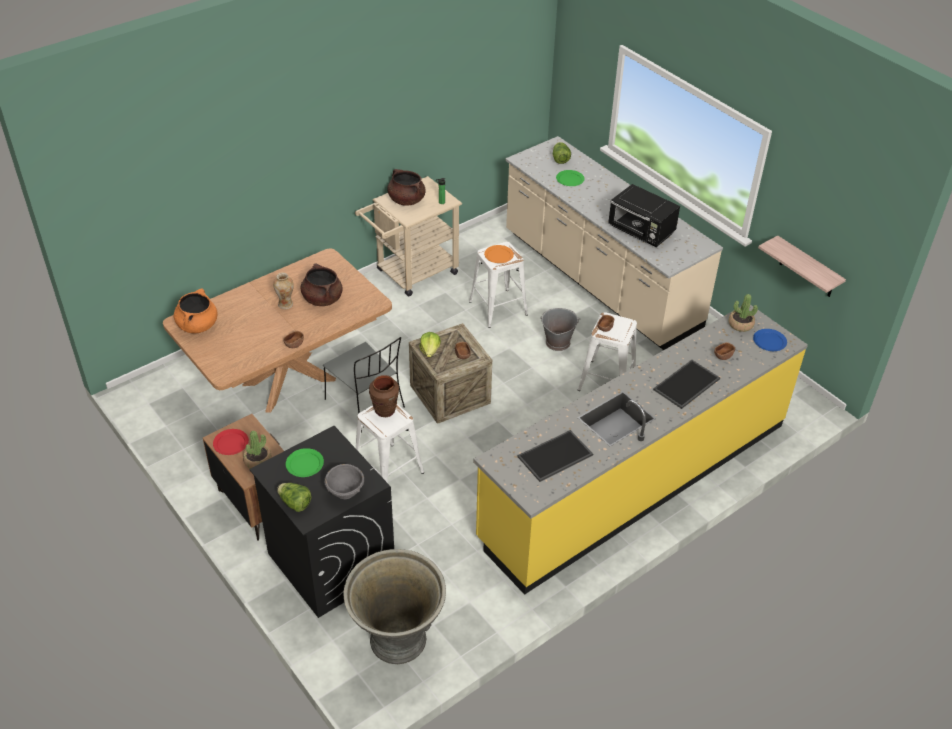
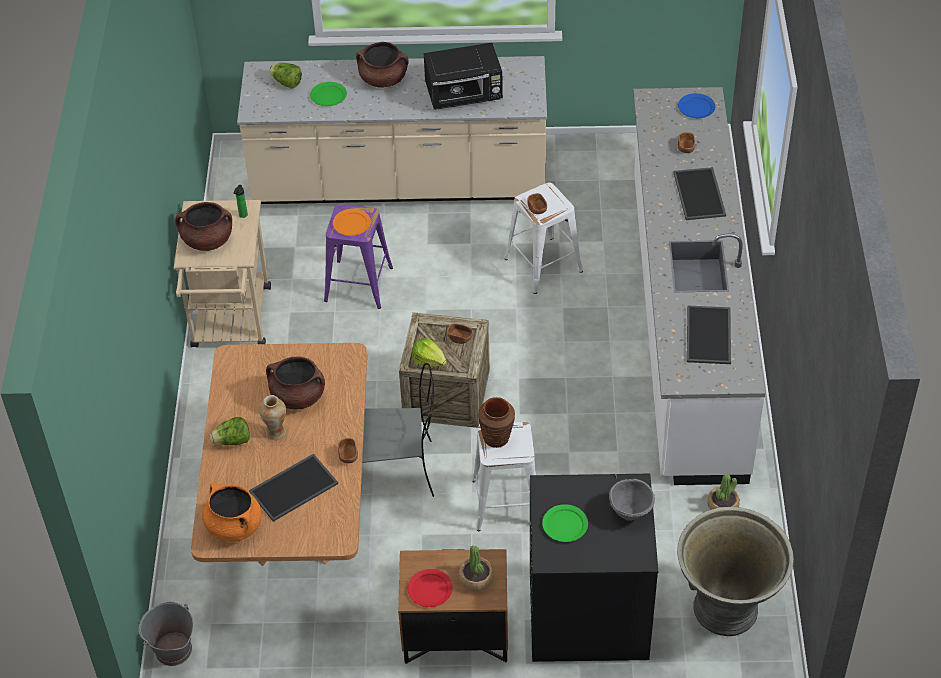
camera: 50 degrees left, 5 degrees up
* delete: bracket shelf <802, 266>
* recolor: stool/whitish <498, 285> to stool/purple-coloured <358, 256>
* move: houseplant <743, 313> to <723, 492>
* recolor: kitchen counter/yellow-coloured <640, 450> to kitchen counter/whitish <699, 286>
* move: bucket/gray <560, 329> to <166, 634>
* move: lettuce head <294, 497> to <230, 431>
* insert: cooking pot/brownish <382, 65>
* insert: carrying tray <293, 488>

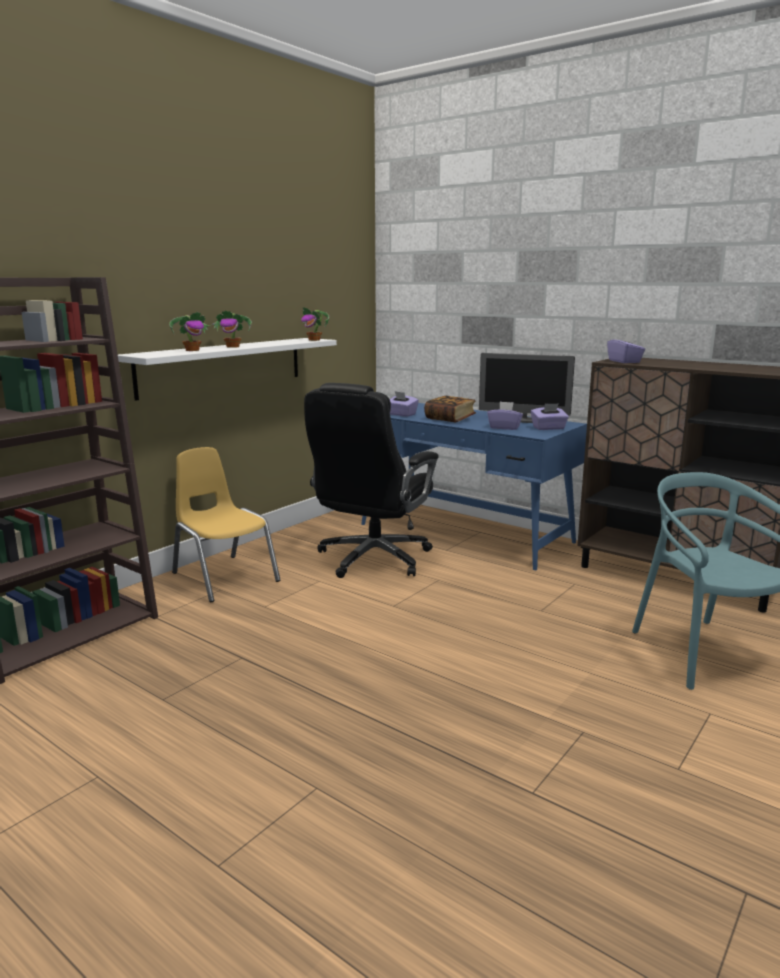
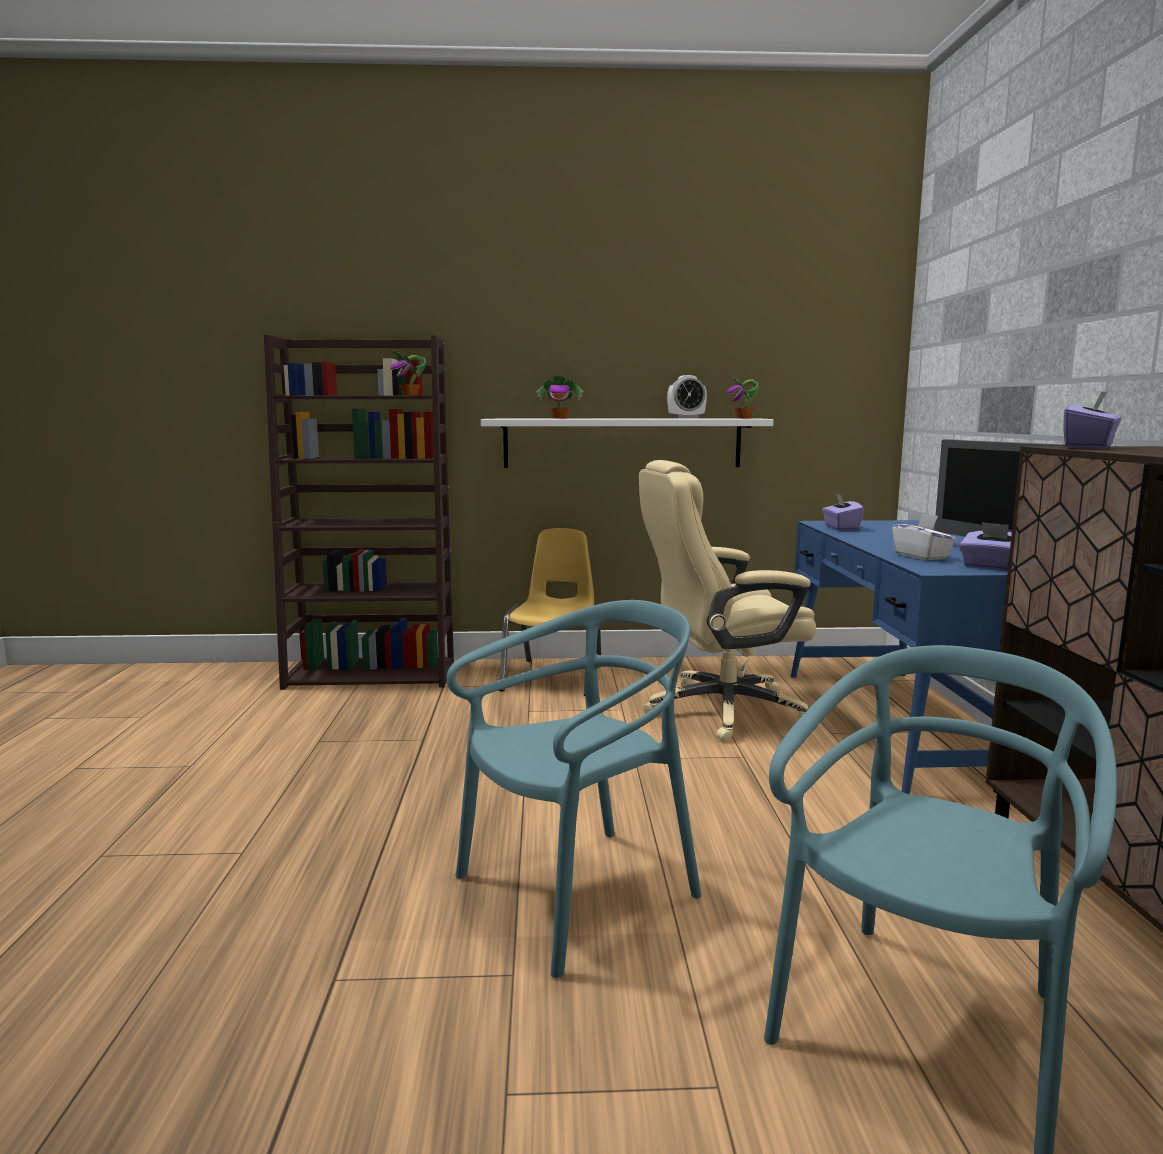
camera: 50 degrees right, 5 degrees down
* move: houseplant <231, 329> to <408, 373>
* recolor: desk chair/blackish <371, 480> to desk chair/beige-coloured <727, 601>
* delete: volume <450, 409>
* recolor: tissue holder/purple-coloured <505, 416> to tissue holder/whitish <924, 536>
* insert: alarm clock <687, 396>
* insert: plain chair/turquoise-coloured <574, 789>

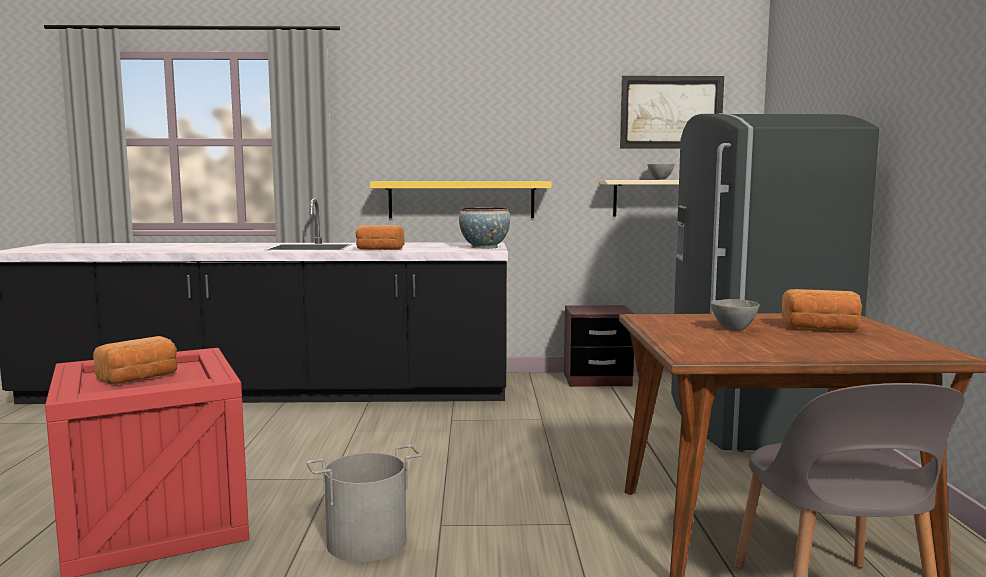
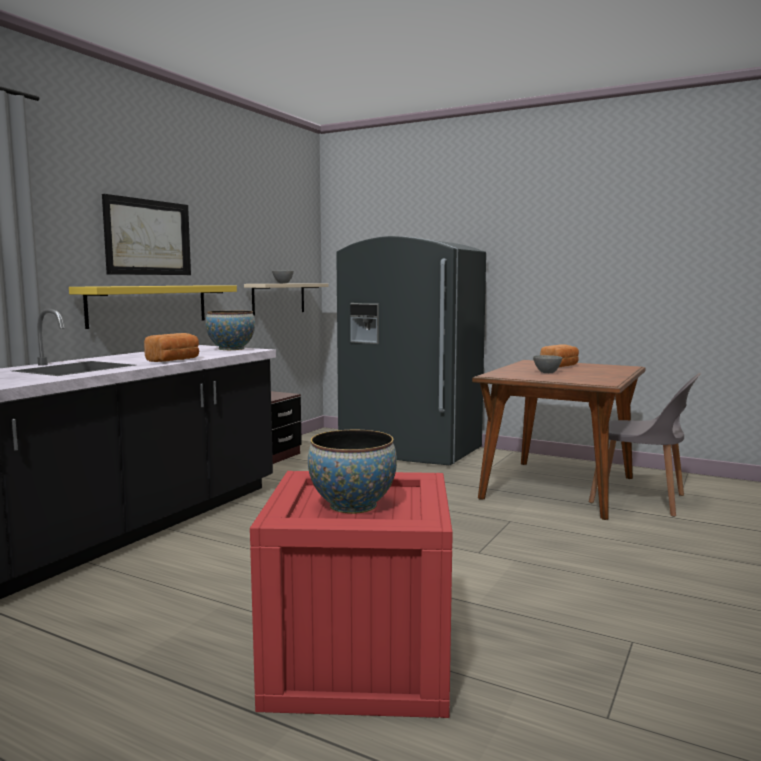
camera: 60 degrees left, 0 degrees up
* move: picture <672, 112> to <146, 234>
* replace: baked bread <135, 360> to serving bowl <352, 472>
* delete: bucket/gray <364, 503>

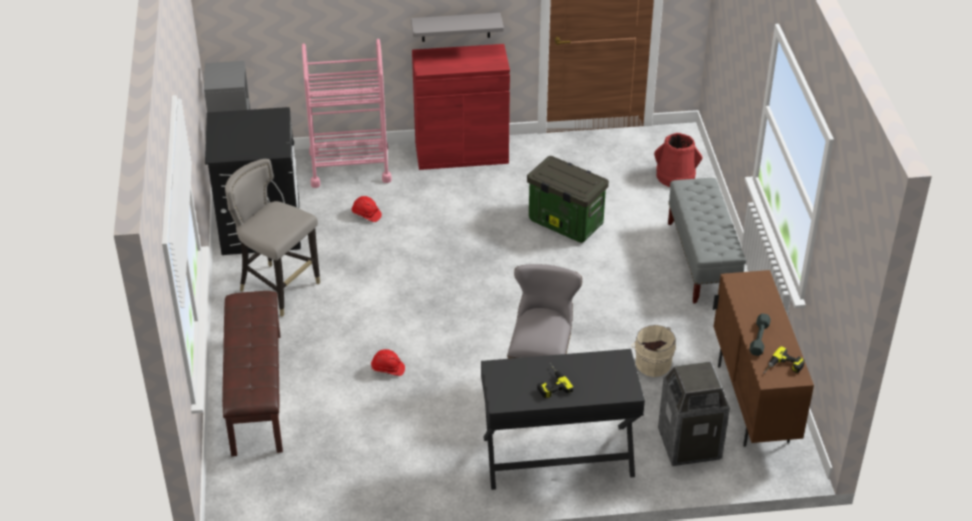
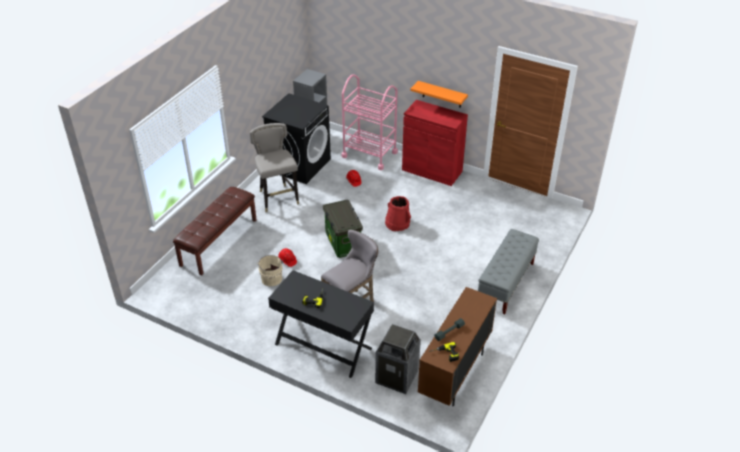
camera: 35 degrees right, 0 degrees up
* recolor: bracket shelf/gray <457, 27> to bracket shelf/orange-coloured <439, 94>
* move: bucket/red-coloured <678, 160> to <398, 213>
* move: storage container <568, 199> to <343, 229>
* move: bucket/beige-coloured <653, 351> to <270, 270>

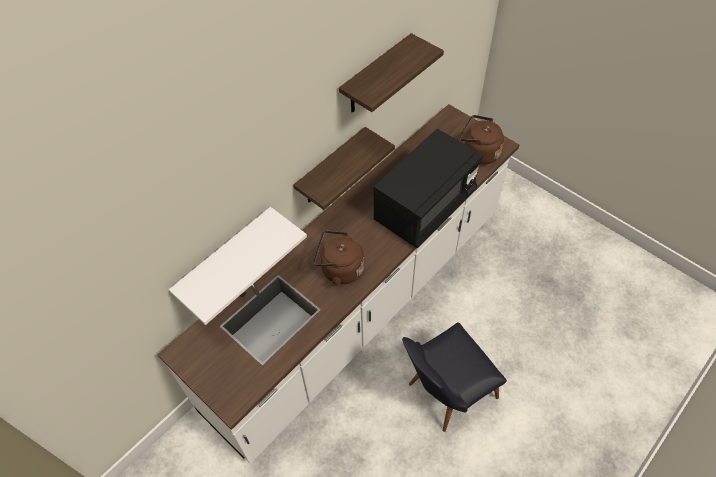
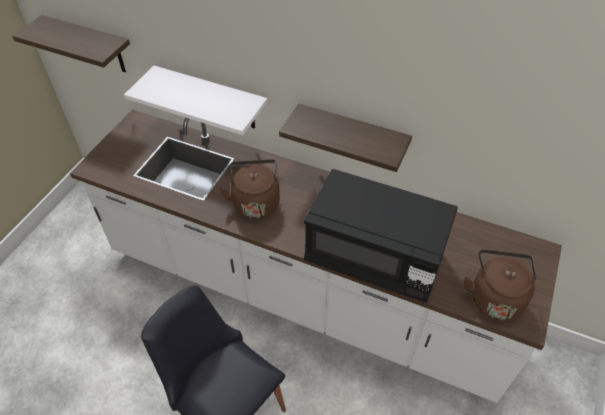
camera: 70 degrees right, 5 degrees down
* move: bracket shelf <391, 73> to <71, 43>

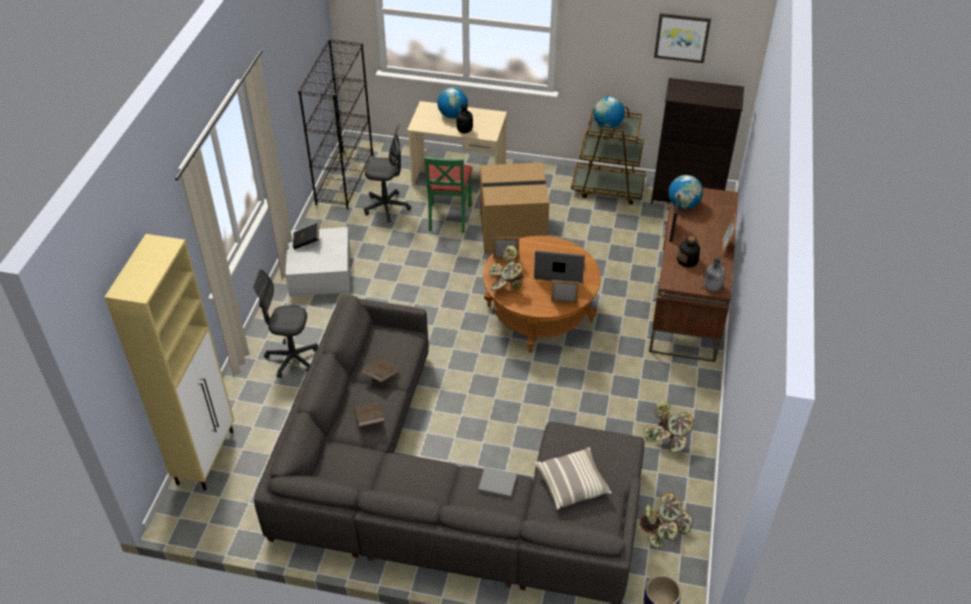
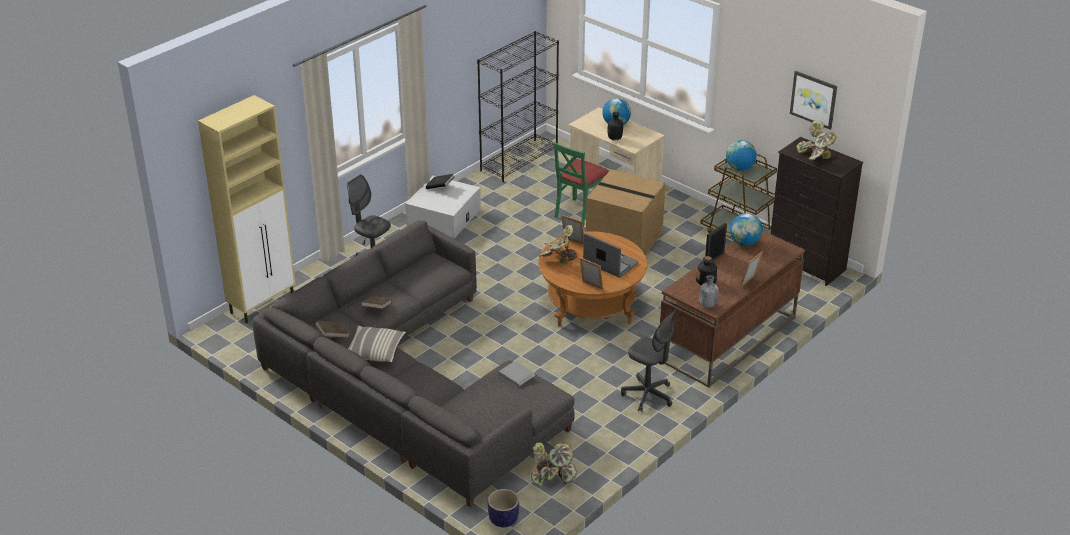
camera: 30 degrees right, 10 degrees down
* move: desk chair/gray <387, 173> to <648, 361>
* move: volume/brownish <380, 370> to <332, 329>
* move: houseplant <669, 427> to <816, 140>
* move: throw pillow <573, 478> to <377, 344>
* move: volume/gray <497, 482> to <517, 374>

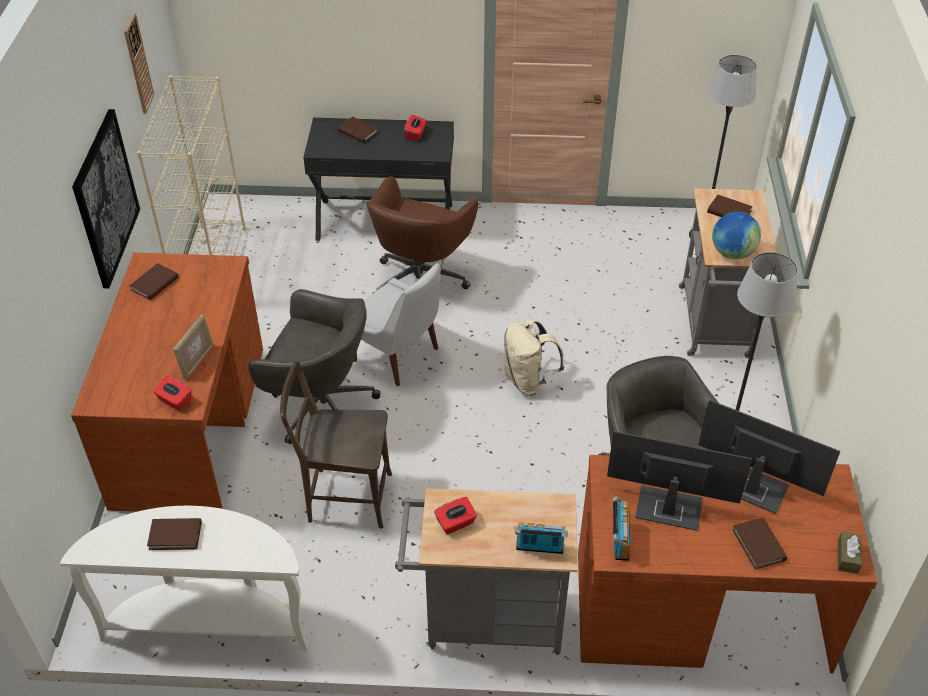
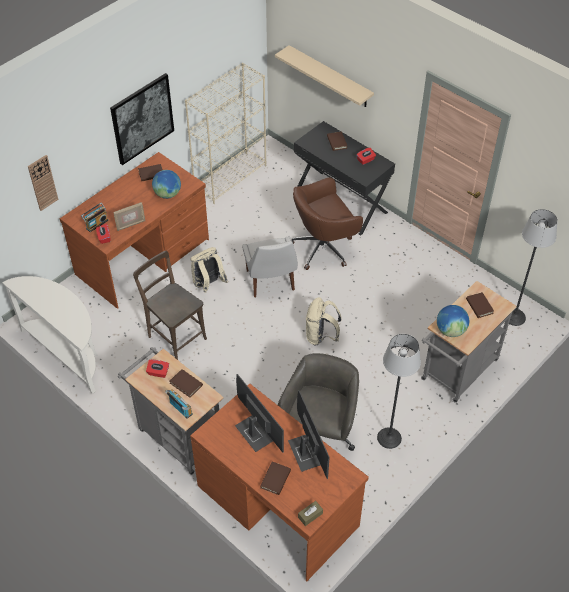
camera: 40 degrees right, 5 degrees up
* move: clock on the wall <139, 63> to <43, 183>
* replace: desk chair/gray <314, 366> to knapsack/beige-coloured <209, 270>
* move: radio receiver <621, 528> to <94, 217>
* move: volume/brownish <174, 534> to <186, 383>
* insert: bracket shelf/beige-coloured <324, 76>
* insert: desk globe <166, 184>

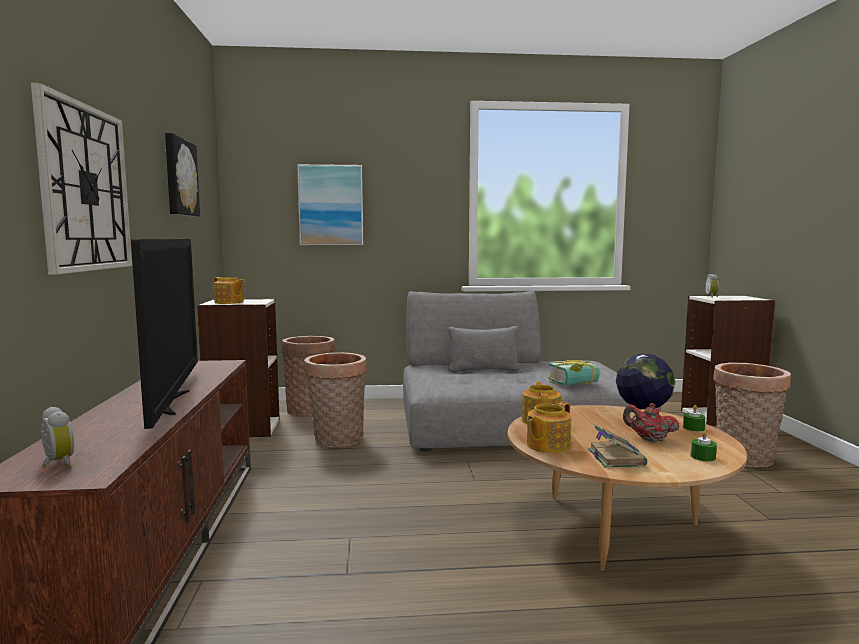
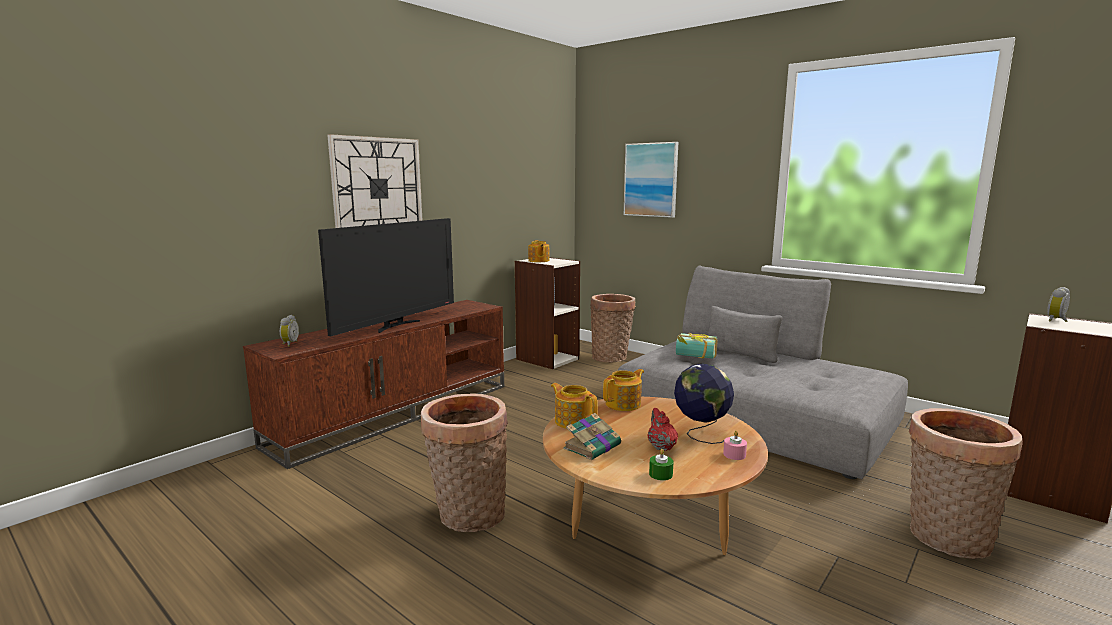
camera: 45 degrees right, 5 degrees up
* delete: picture <182, 175>
* move: storage basket <335, 399> to <464, 462>
* move: volume <574, 373> to <697, 346>
* rotate: teapot <549, 427> = <574, 406> 45 degrees clockwise
* recolor: wax candle/green-coloured <694, 418> to wax candle/pink-coloured <735, 445>

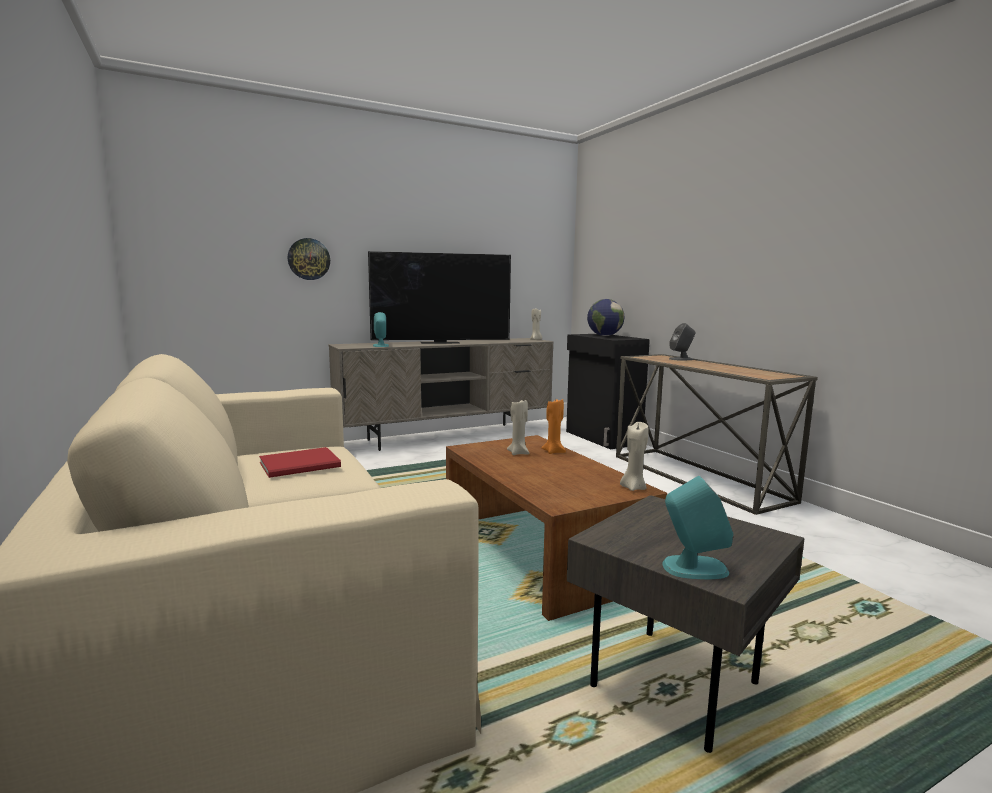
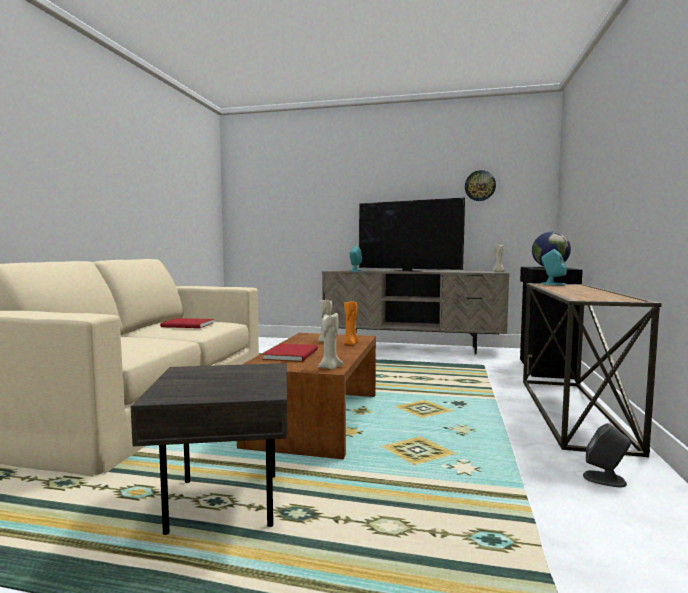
camera: 40 degrees right, 5 degrees down
* move: clock on the wall <308, 259> to <480, 185>
* move: speaker/gray <682, 341> to <607, 455>
* move: speaker/turquoise-coloured <697, 527> to <554, 267>
* insert: volume/red-coloured <290, 353>

